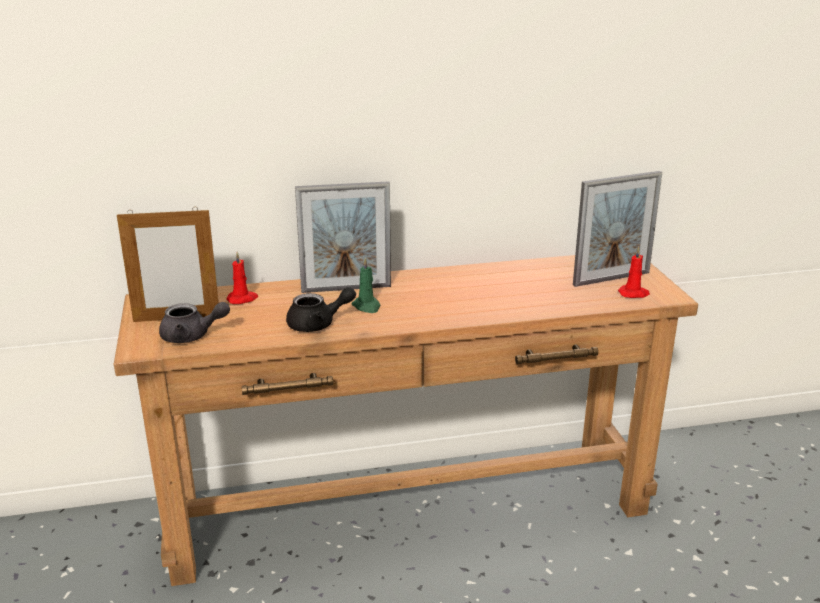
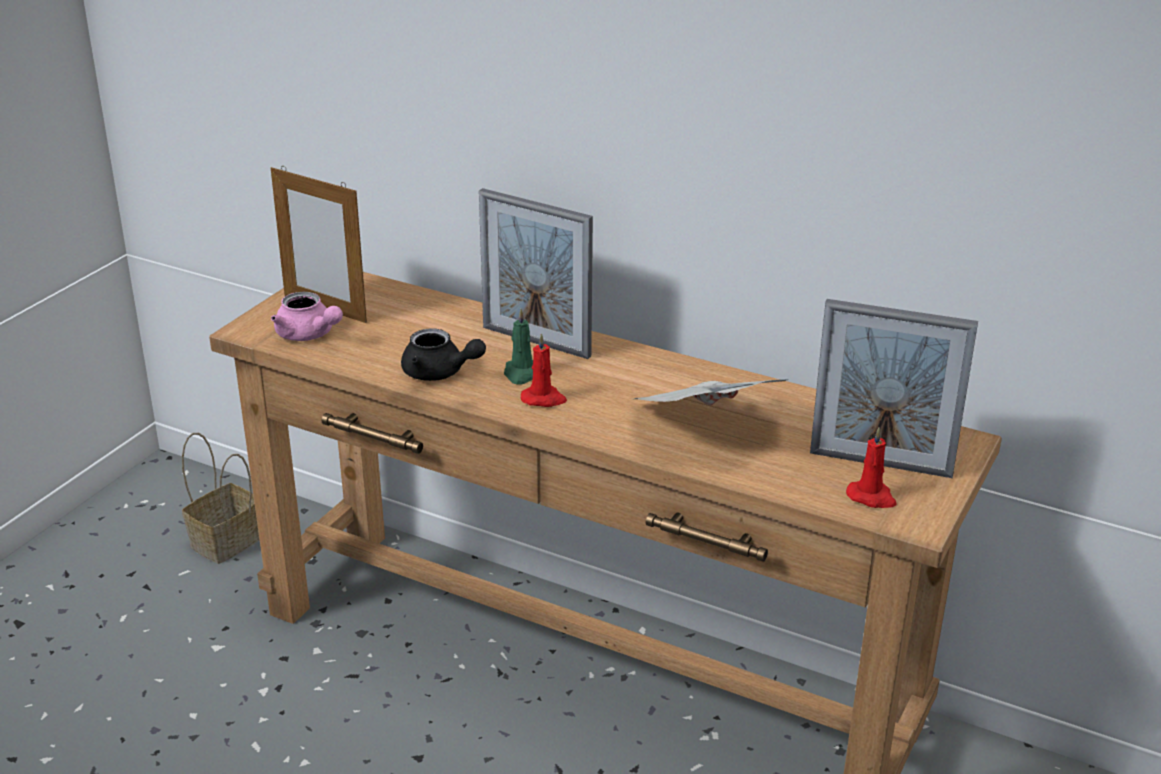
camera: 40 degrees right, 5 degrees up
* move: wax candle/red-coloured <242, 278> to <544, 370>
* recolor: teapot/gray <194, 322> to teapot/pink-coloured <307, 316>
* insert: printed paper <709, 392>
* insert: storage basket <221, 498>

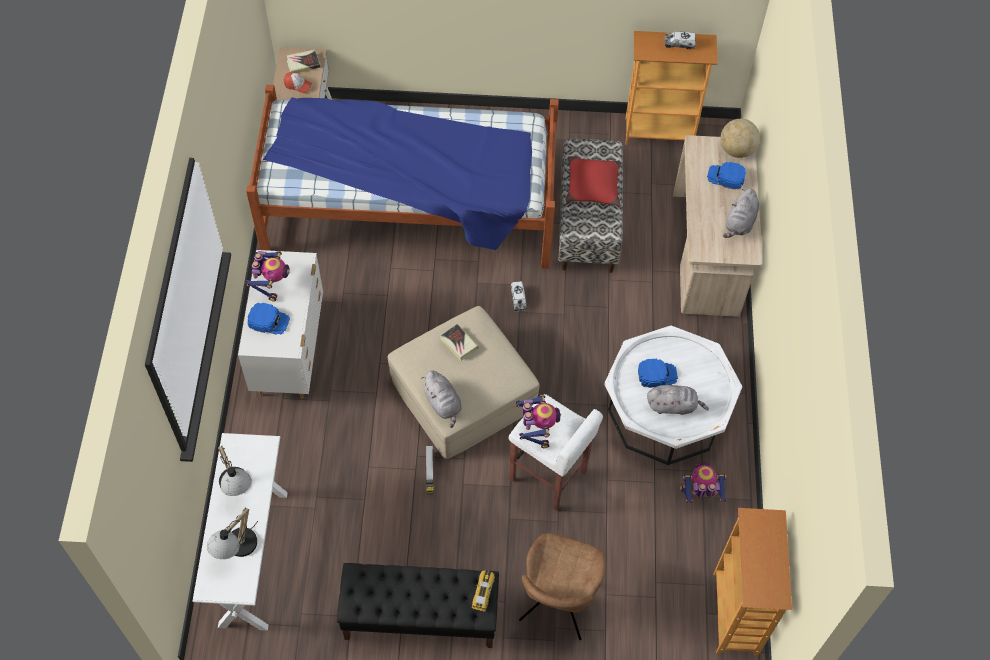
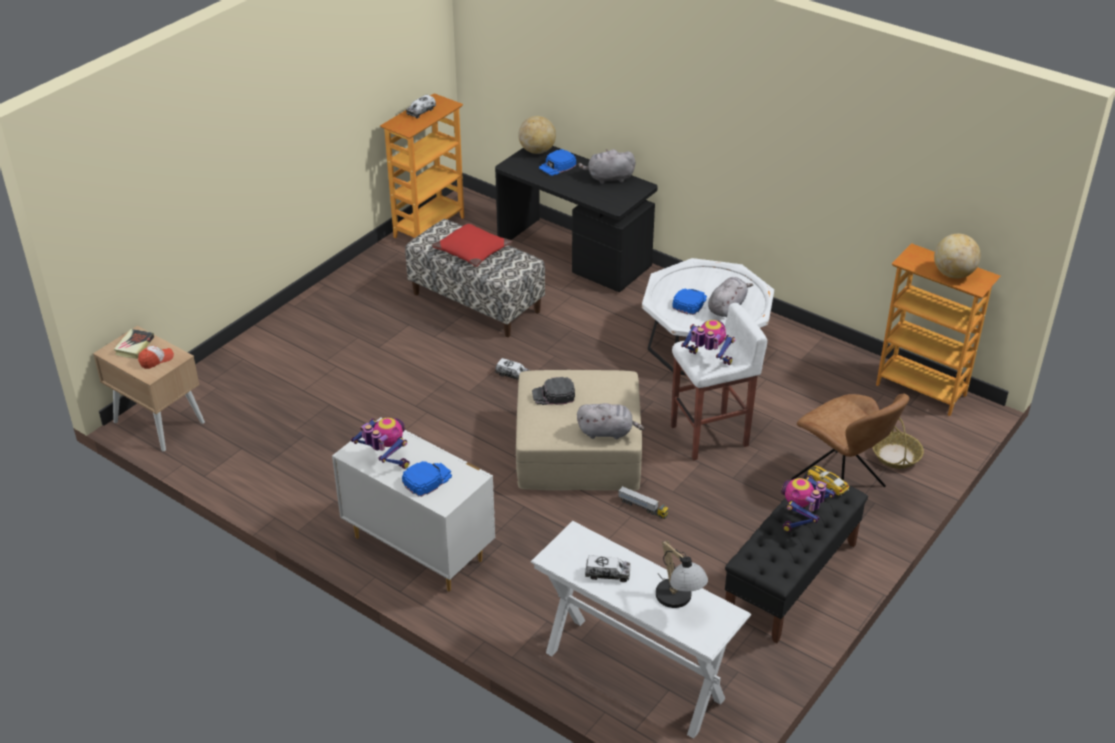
camera: 55 degrees left, 20 degrees down
* delete: sleeping bed <402, 176>
* recolor: desk unit/beige-coloured <718, 226> to desk unit/blackish <576, 219>
* rotate: plush toy/gray <741, 213> = <607, 166> 120 degrees clockwise
* replace: volume <459, 342> to baseball cap/blackish <553, 391>
* replace: table lamp <235, 471> to model truck <607, 568>
* move: model robot <703, 482> to <808, 504>
* insert: desk globe <957, 256>
* insert: storage basket <898, 443>

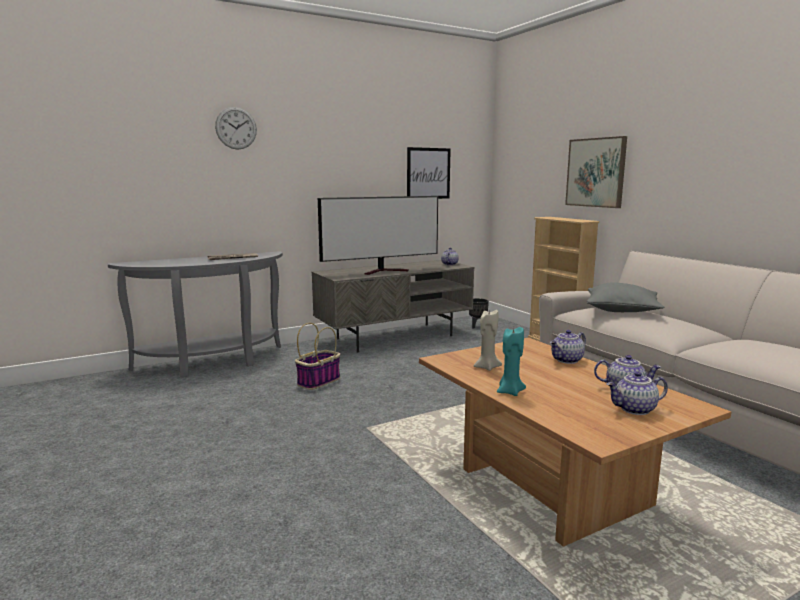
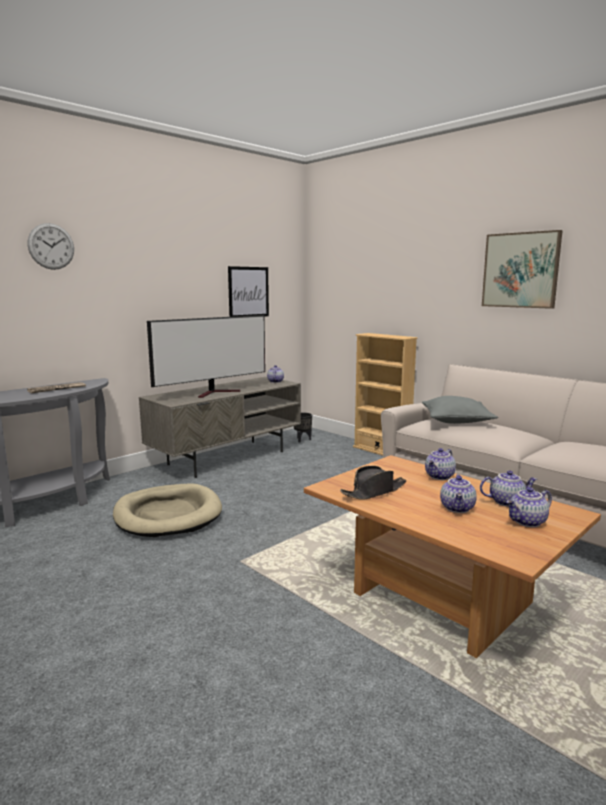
camera: 15 degrees left, 0 degrees up
* move: picture <596, 172> to <522, 269>
* replace: wax candle/beige-coloured <488, 340> to clothing hat/blackish <373, 483>
* replace: storage basket <317, 356> to pet bed/beige-coloured <167, 510>
* delete: wax candle/turquoise-coloured <511, 361>
* insert: teapot <458, 493>

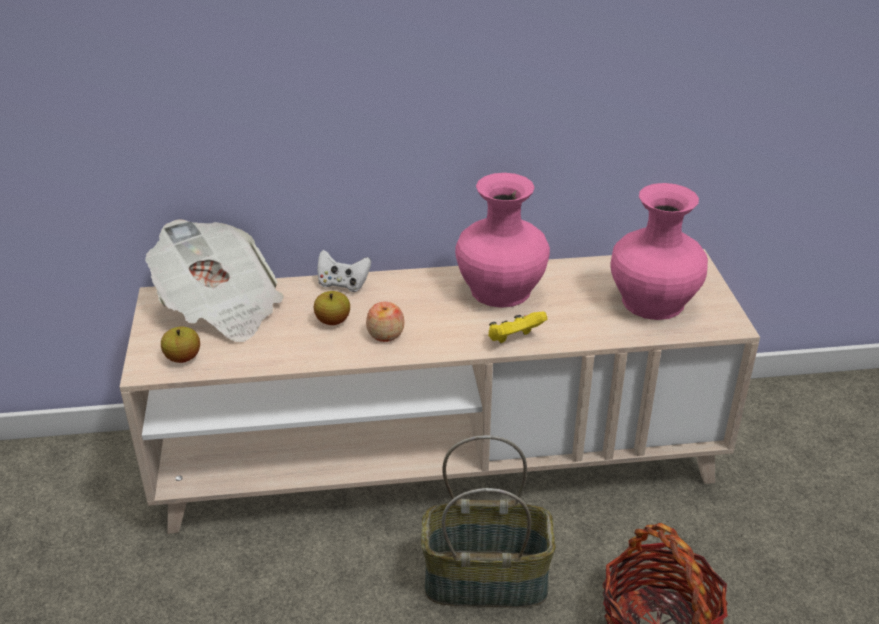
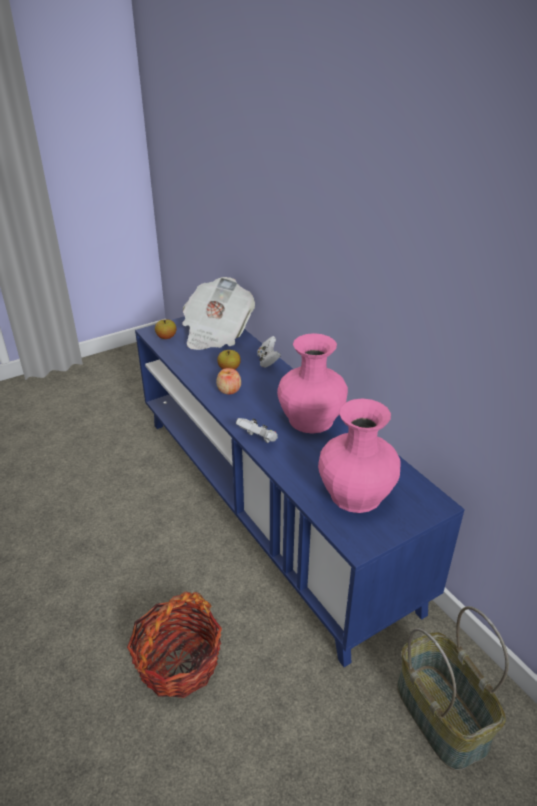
camera: 65 degrees right, 0 degrees up
* recolor: tv unit/beige-coloured <440, 391> to tv unit/blue-coloured <300, 491>
* recolor: joypad/yellow-coloured <517, 327> to joypad/whitish <257, 430>
* move: storage basket <488, 521> to <453, 688>

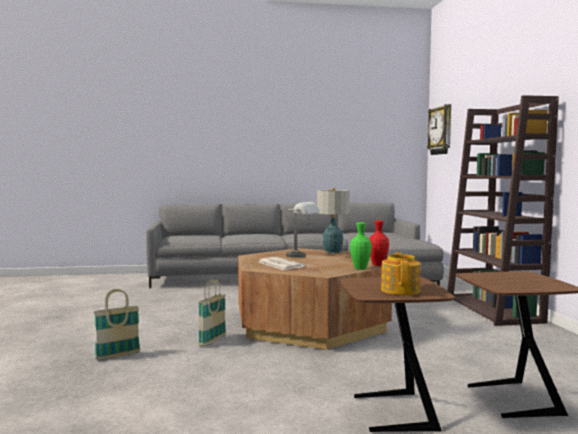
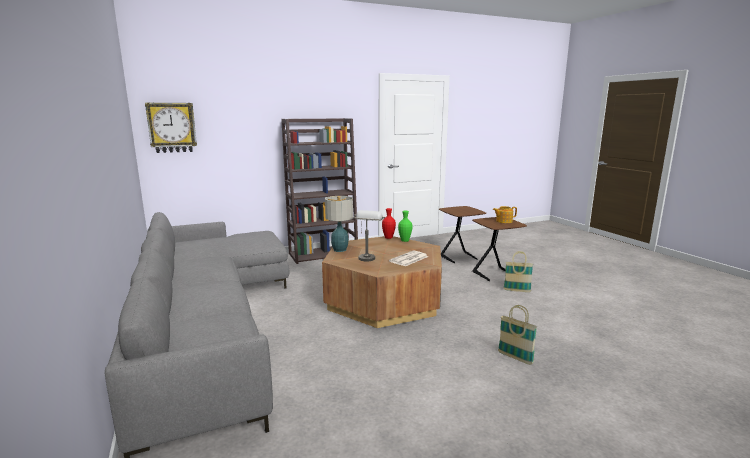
camera: 105 degrees left, 10 degrees up
* move: storage basket <212, 313> to <518, 271>

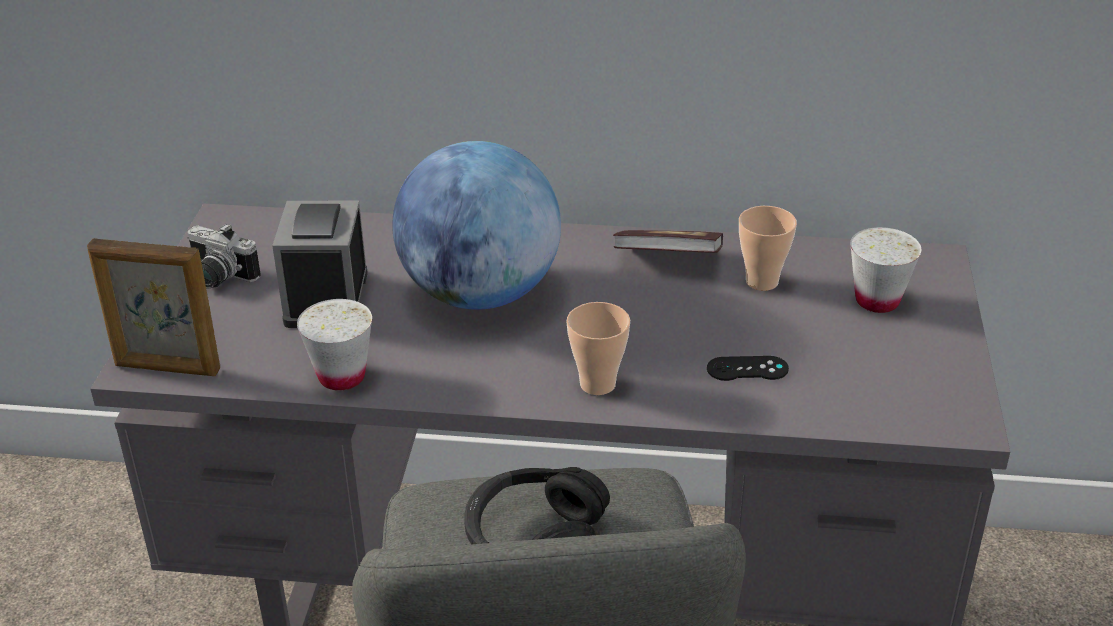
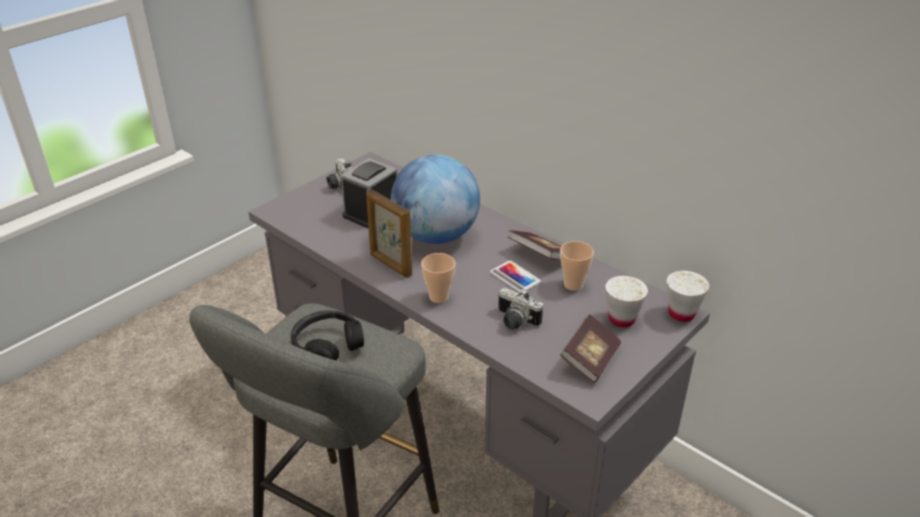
camera: 35 degrees right, 0 degrees up
* move: standing frame <153, 307> to <389, 233>
* move: small cup/whitish <334, 345> to <688, 296>
* replace: joypad/blackish <748, 368> to still camera <520, 309>
* insert: telephone <515, 277>
* insert: volume <590, 348>

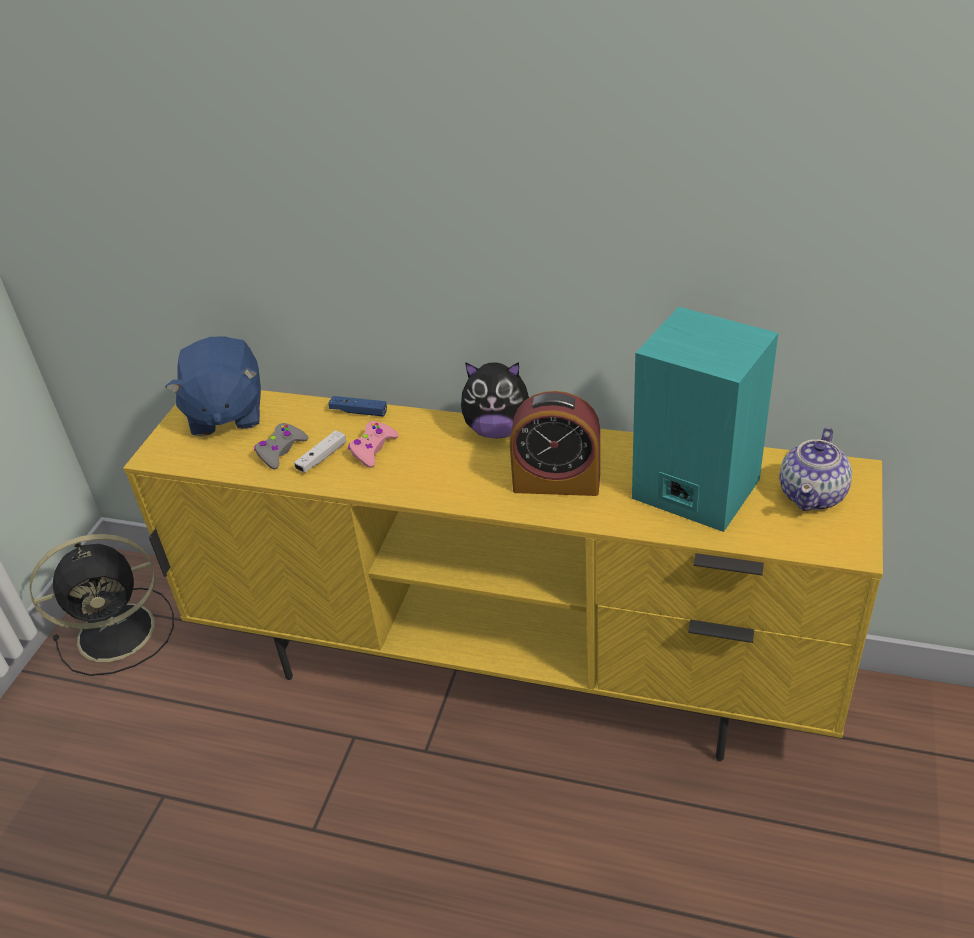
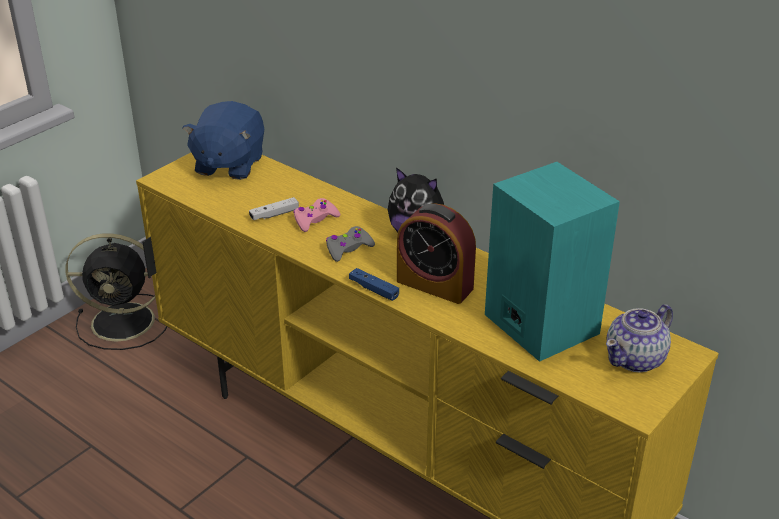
camera: 20 degrees right, 5 degrees down
* move: joypad/blue-coloured <357, 406> to <374, 284>
* move: joypad/gray <281, 446> to <350, 244>

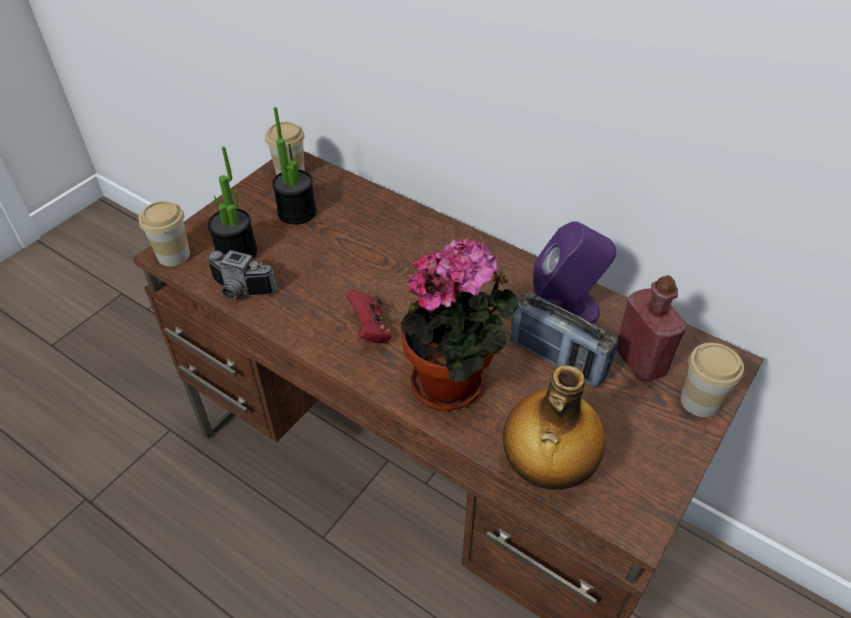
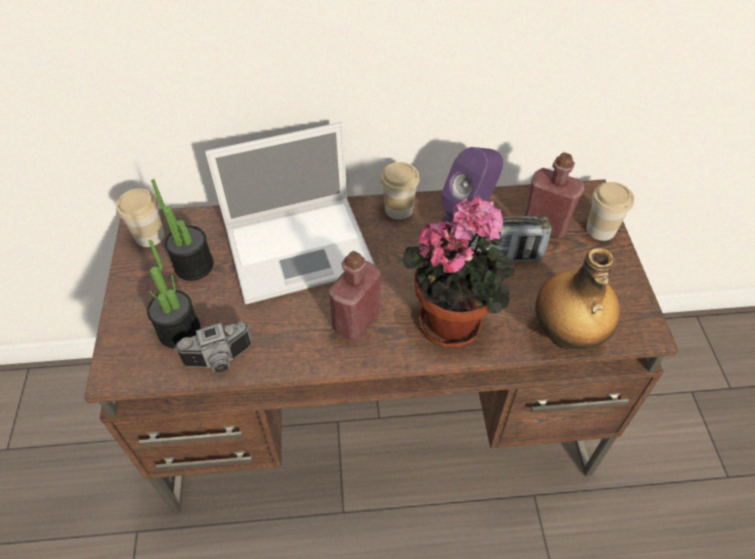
camera: 40 degrees left, 5 degrees up
* move: small cup <164, 233> to <400, 191>
* replace: joypad/red-coloured <368, 316> to beverage bottle/red-coloured <355, 296>
* insert: notebook computer <290, 213>

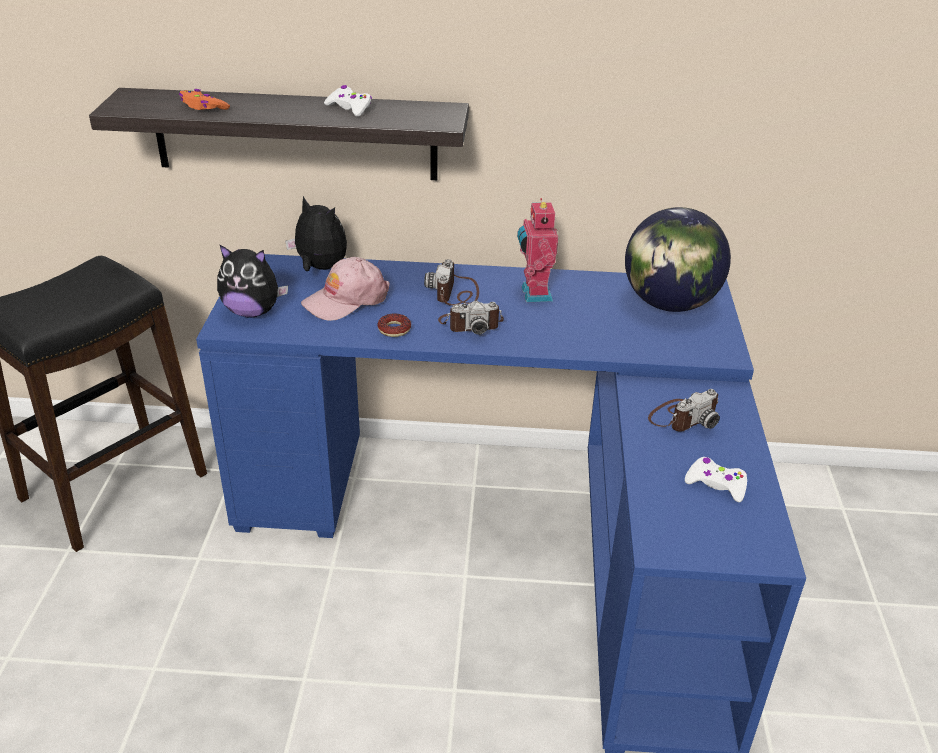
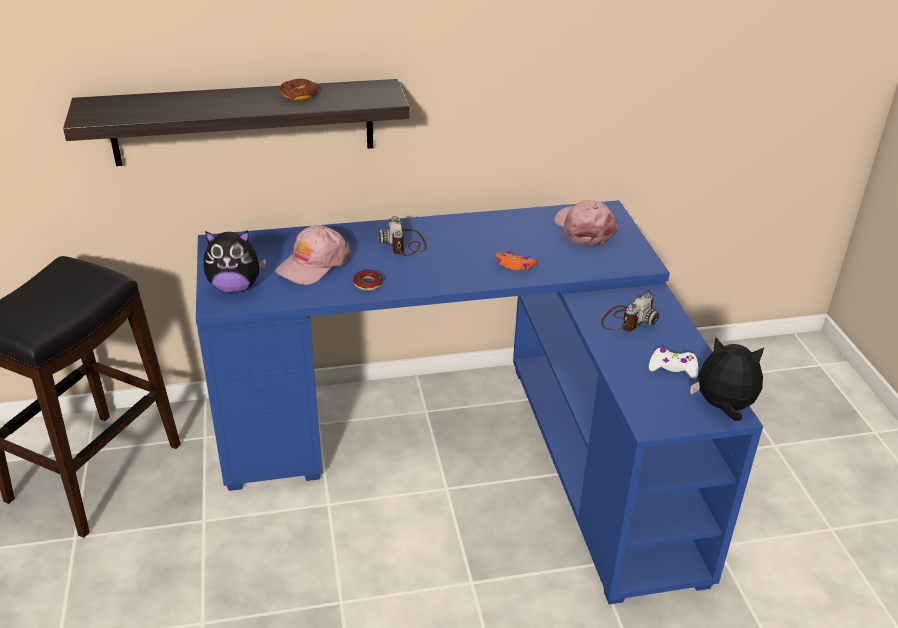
camera: 15 degrees left, 0 degrees up
* replace: joypad/whitish <348, 100> to doughnut <299, 89>
* move: joypad/orange-coloured <204, 99> to <516, 260>
* move: plush toy <316, 233> to <727, 379>
* delete: model robot <537, 250>
* replace: desk globe <678, 259> to baseball cap/pink-coloured <586, 222>
* delete: still camera <471, 317>

